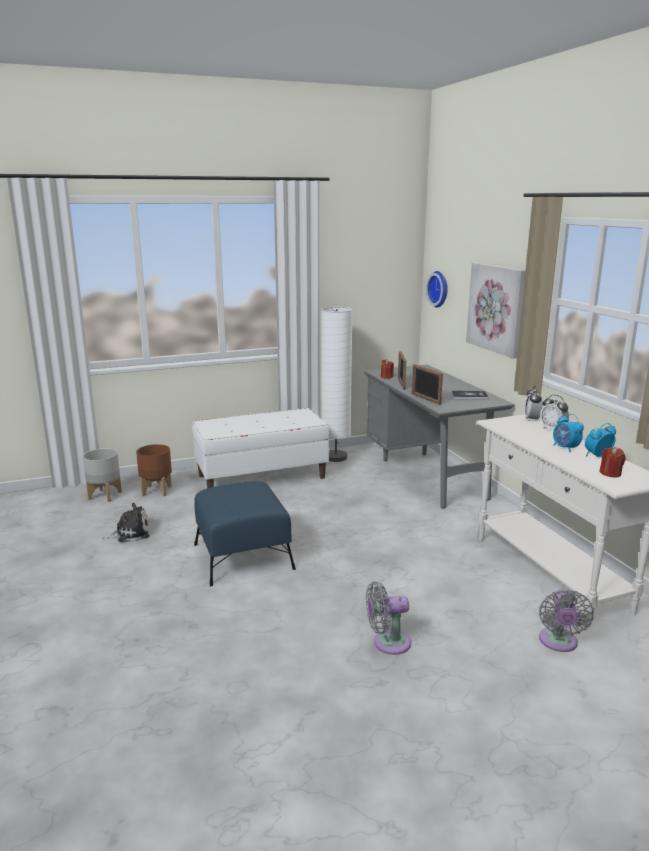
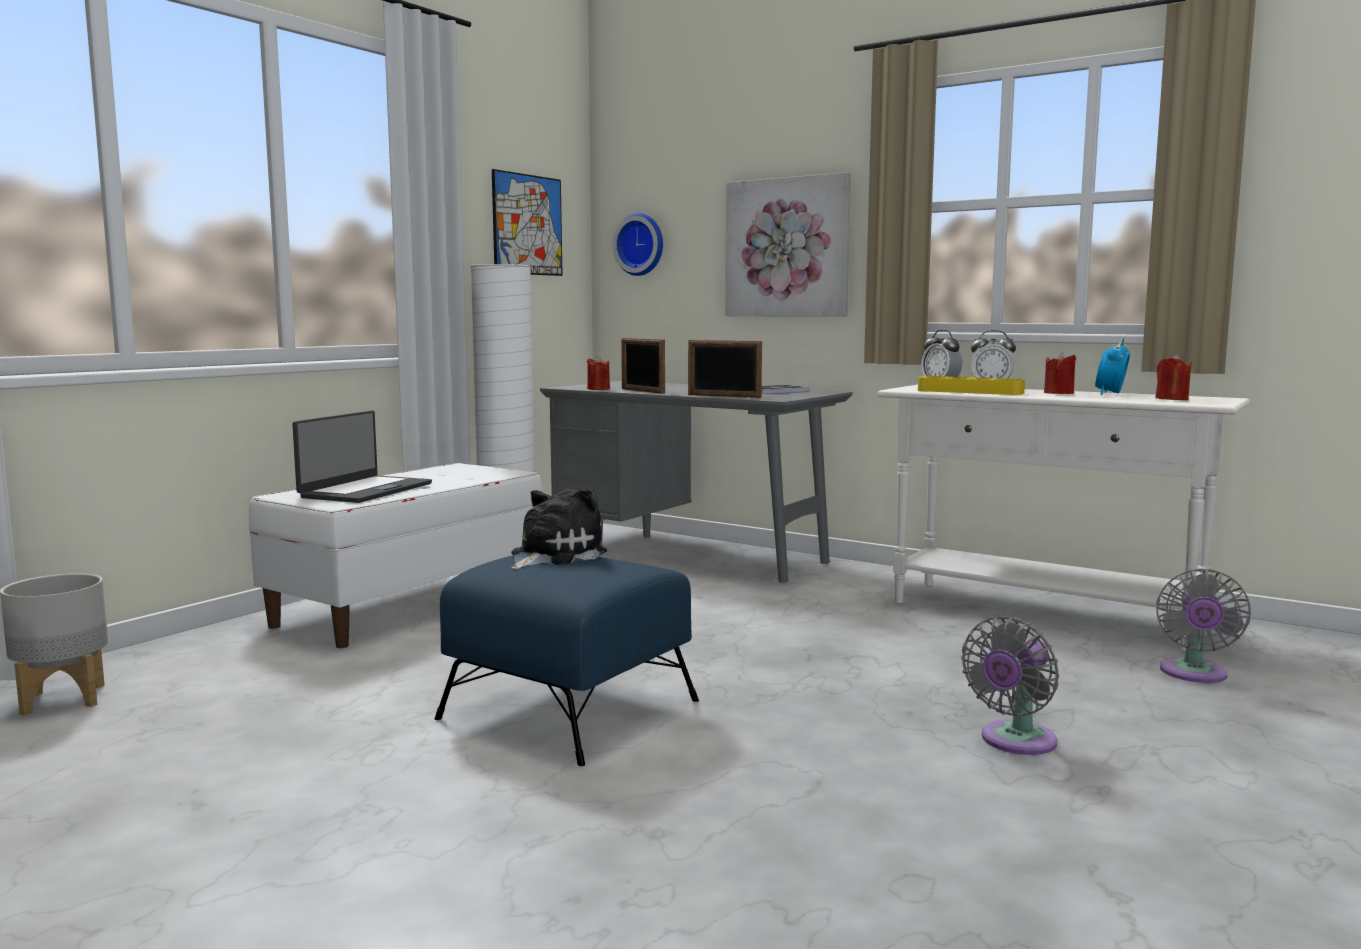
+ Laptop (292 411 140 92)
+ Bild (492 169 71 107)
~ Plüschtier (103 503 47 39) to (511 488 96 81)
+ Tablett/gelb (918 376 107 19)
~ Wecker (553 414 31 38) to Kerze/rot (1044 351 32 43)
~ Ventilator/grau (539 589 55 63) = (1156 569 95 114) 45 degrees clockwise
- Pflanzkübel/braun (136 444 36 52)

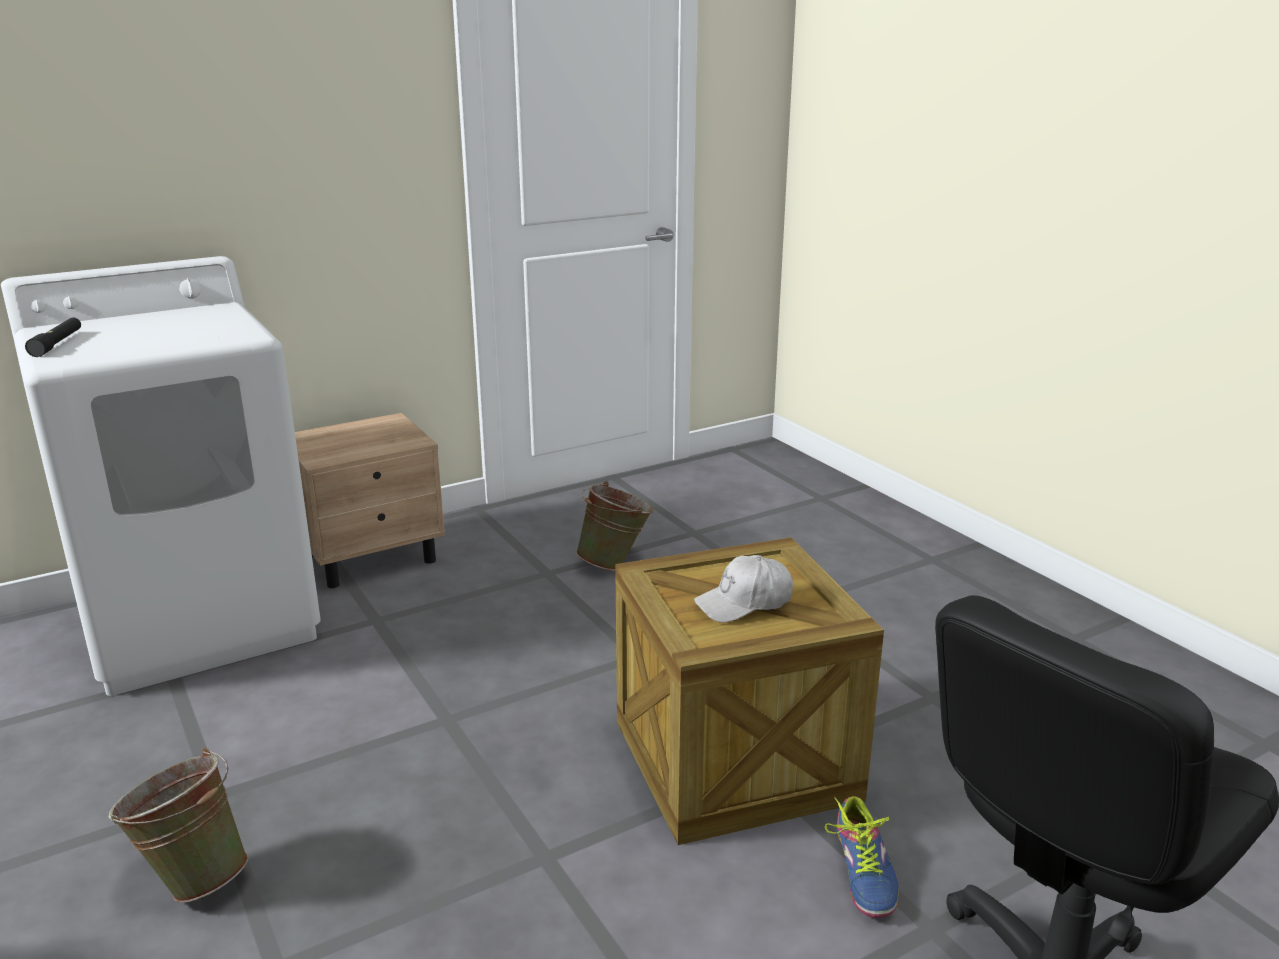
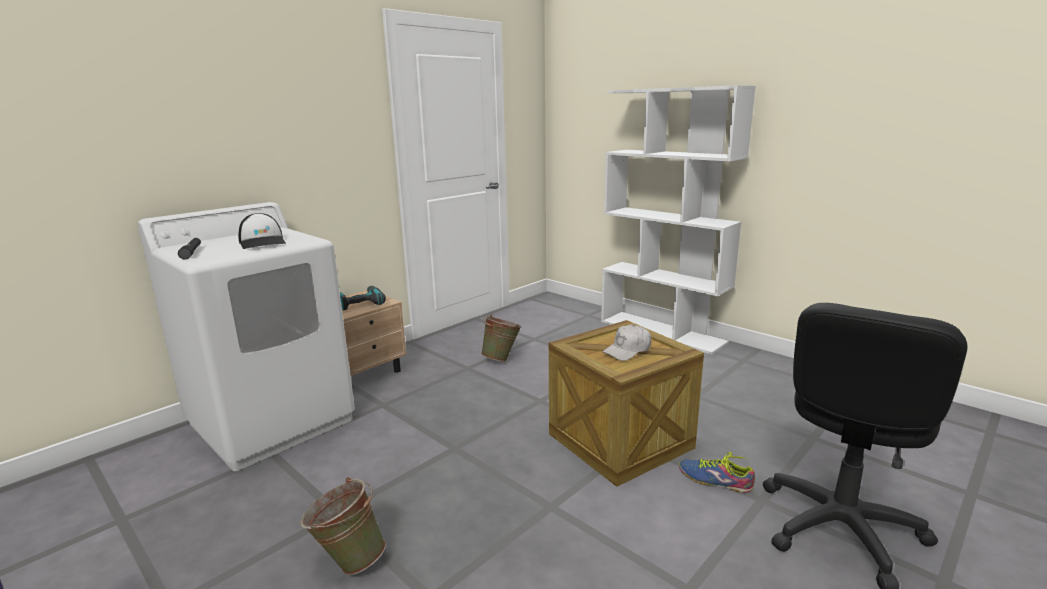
+ Kappe (238 213 48 36)
+ Bohrmaschine (340 286 46 24)
+ Bücherregal/weiß (601 85 155 270)
~ Schuh (825 796 74 122) = (679 452 76 41) 135 degrees clockwise

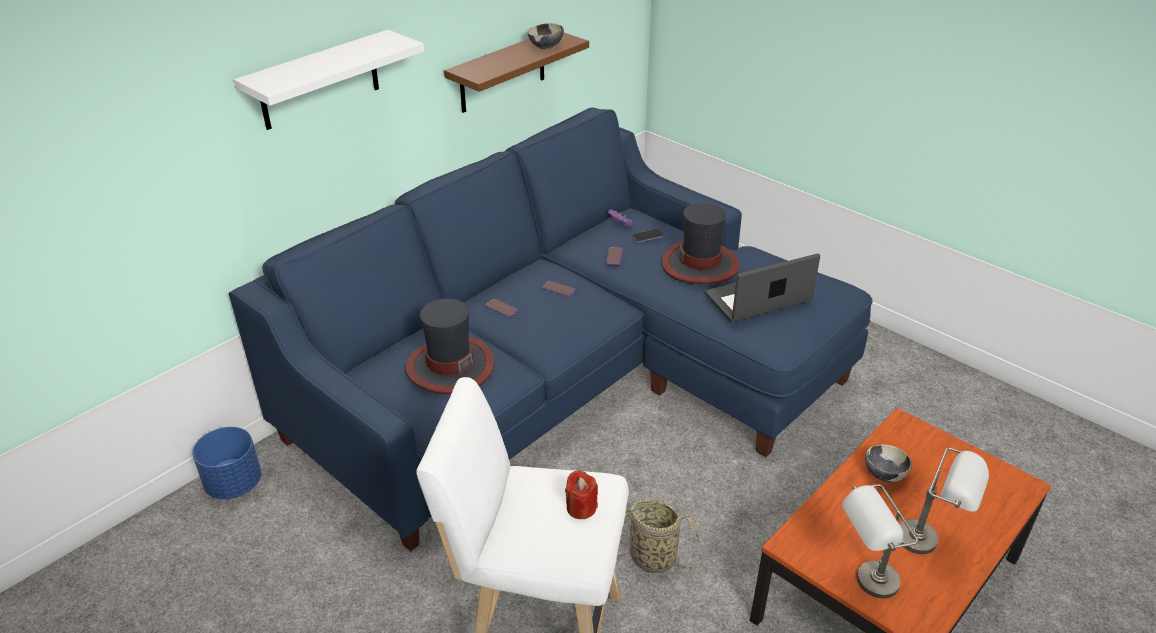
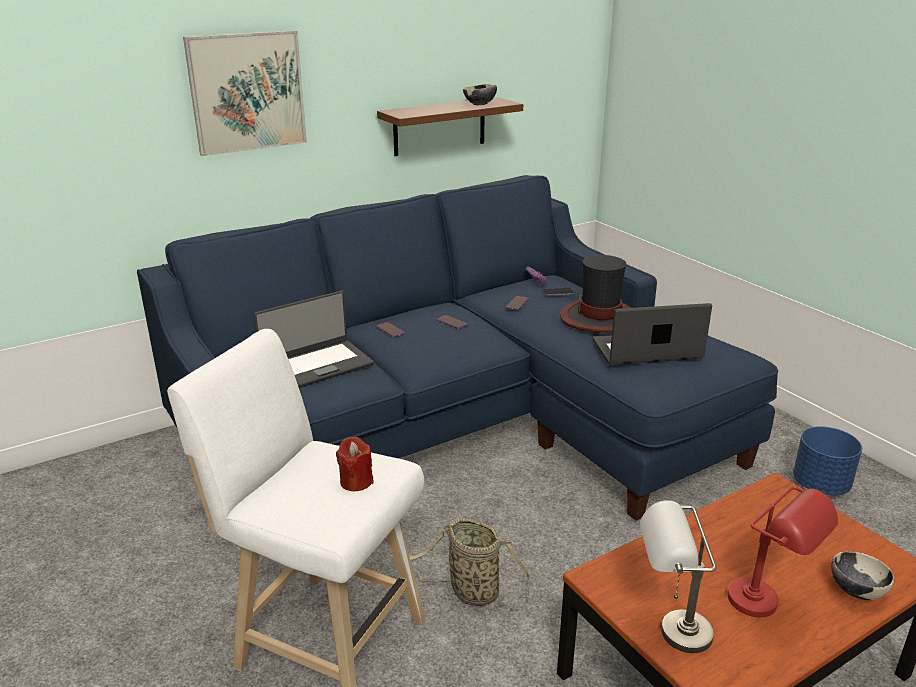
~ Wandregal/weiß (234 30 190 100) to Bild (183 30 124 126)
~ Hut (405 299 90 96) to Laptop (254 291 120 97)
~ Tischlampe/grau (900 447 89 107) to Tischlampe/rot (727 486 111 131)
~ Pflanzkübel/blau (192 427 69 72) to (793 426 69 69)
~ Schüssel (865 444 47 38) to (831 551 64 49)

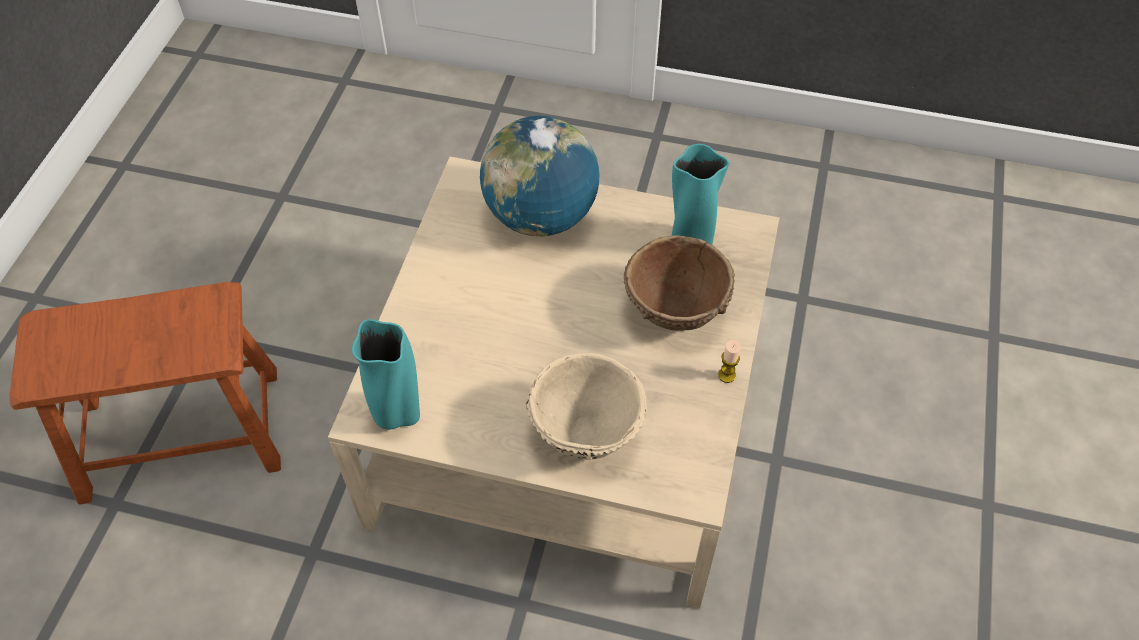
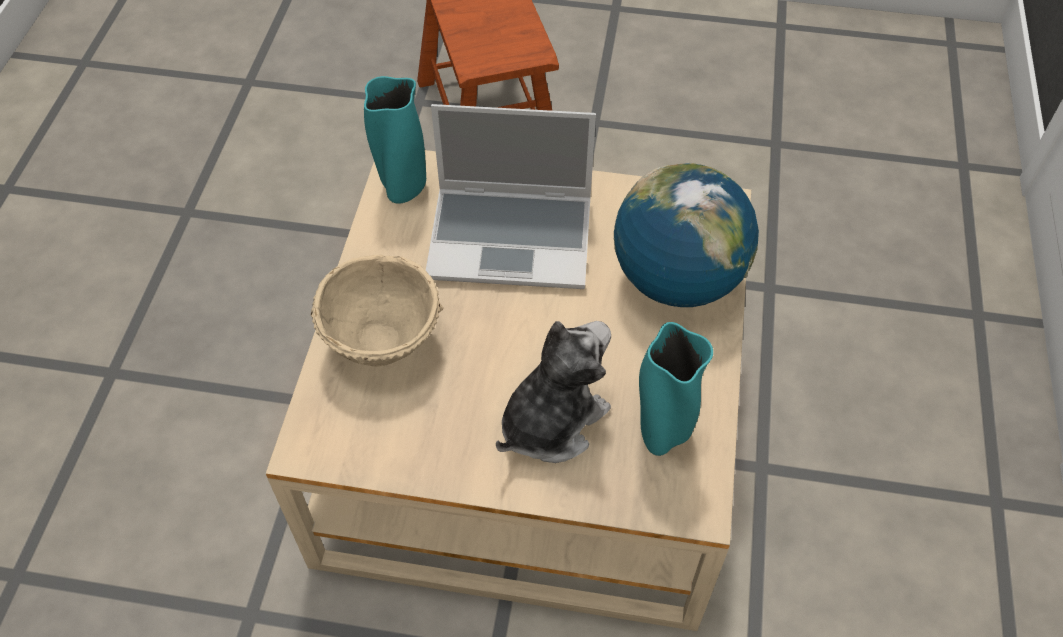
+ Laptop (426 104 170 185)
~ Schüssel/braun (624 235 111 96) to Plüschtier (496 321 115 142)
- Kerze (718 340 22 43)

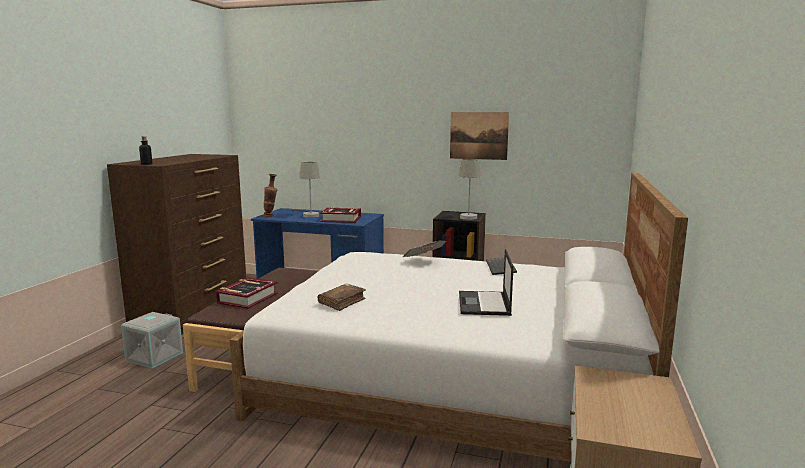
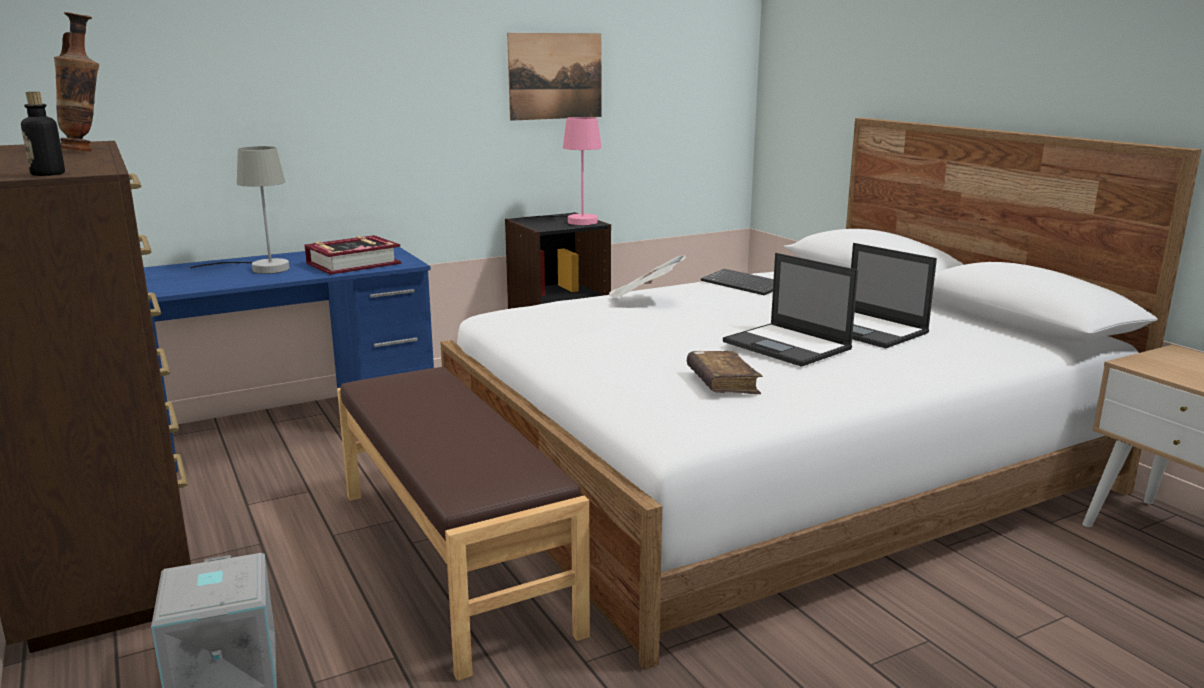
~ Vase (263 174 14 43) to (54 12 45 139)
~ Tischlampe/grau (444 159 37 61) to Tischlampe/rosa (515 117 87 108)
+ Laptop (723 253 135 114)
- Buch (216 277 62 32)

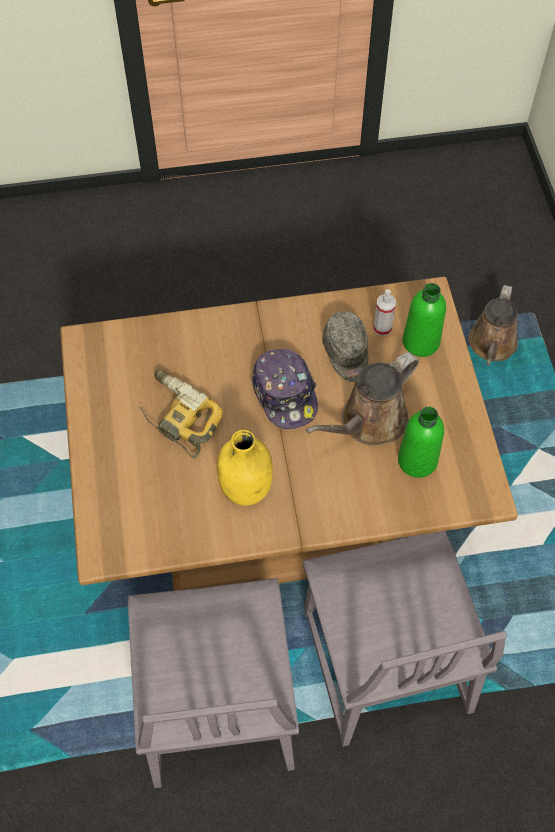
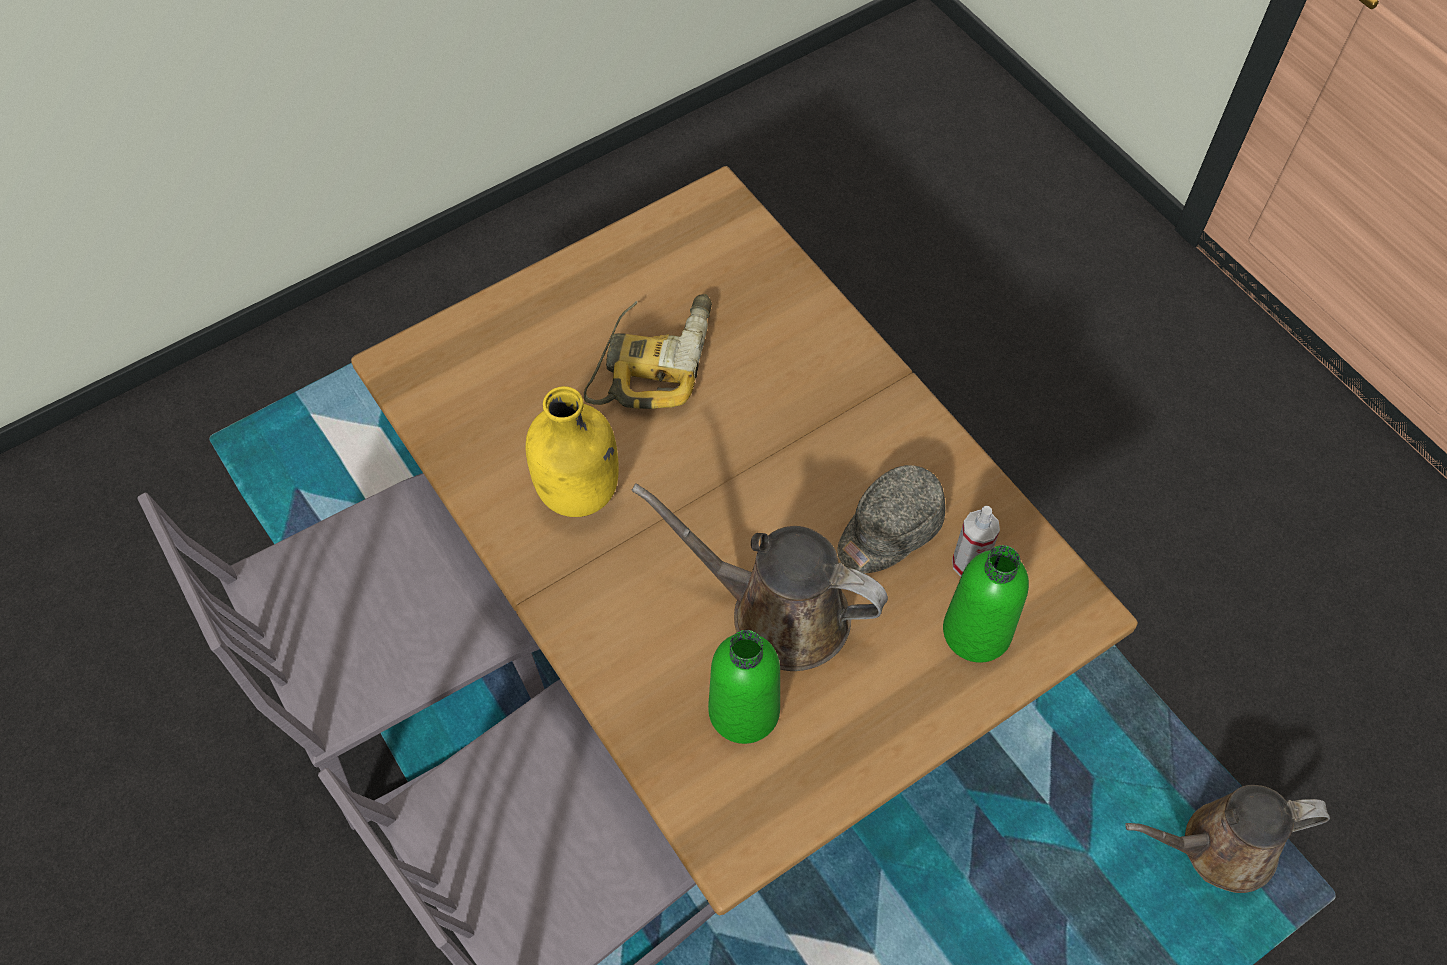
- Kappe (251 349 67 80)

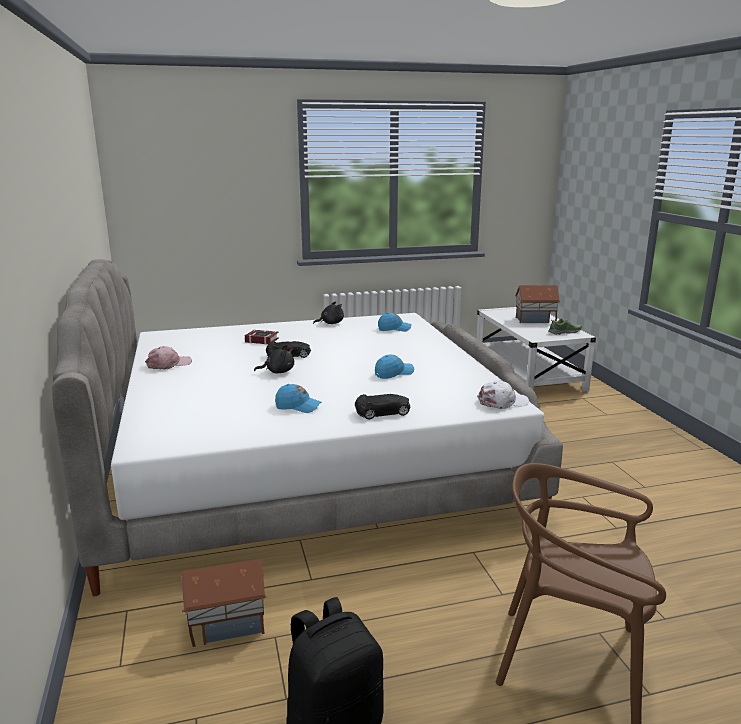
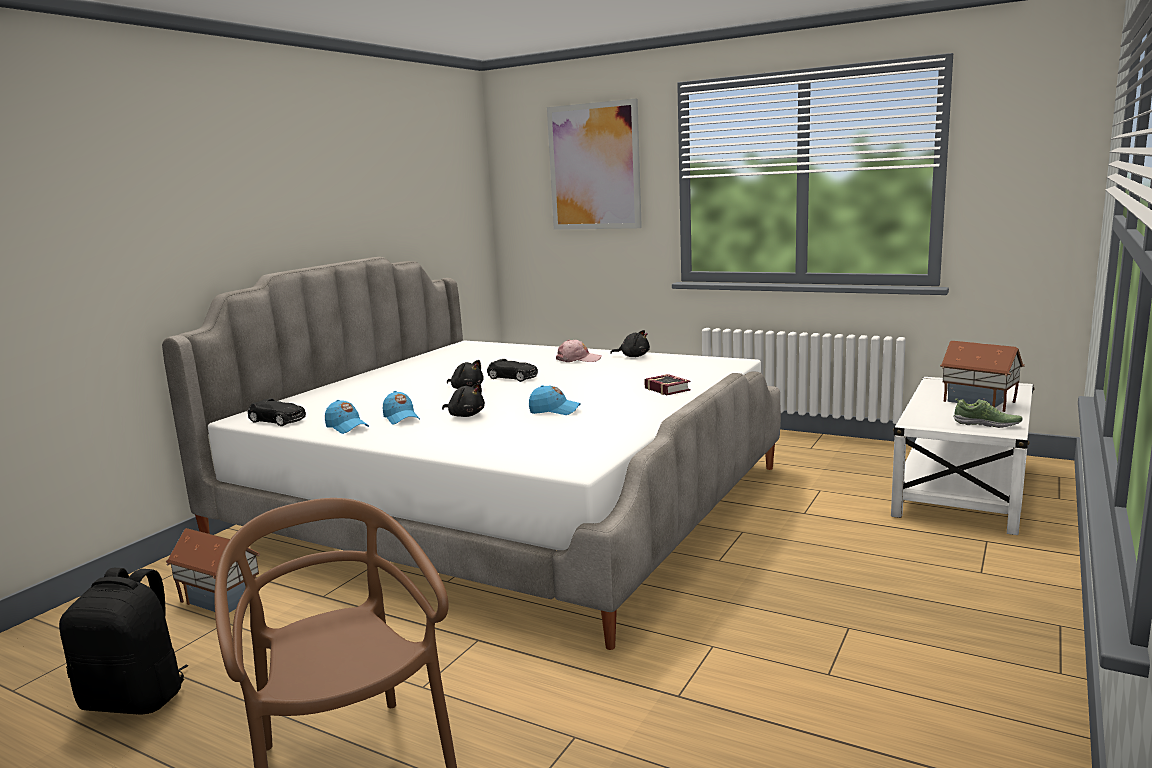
~ Spielzeugauto/schwarz (355 394 56 26) to (248 398 58 28)
~ Kappe/blau (378 313 33 19) to (325 400 44 34)
+ Plüschtier/schwarz (442 383 43 34)
+ Bild (547 99 95 131)
~ Kappe/rosa (145 346 47 23) to (556 340 46 22)
~ Buch (245 330 34 15) to (644 374 47 21)
- Kappe/weiß (477 380 52 29)

